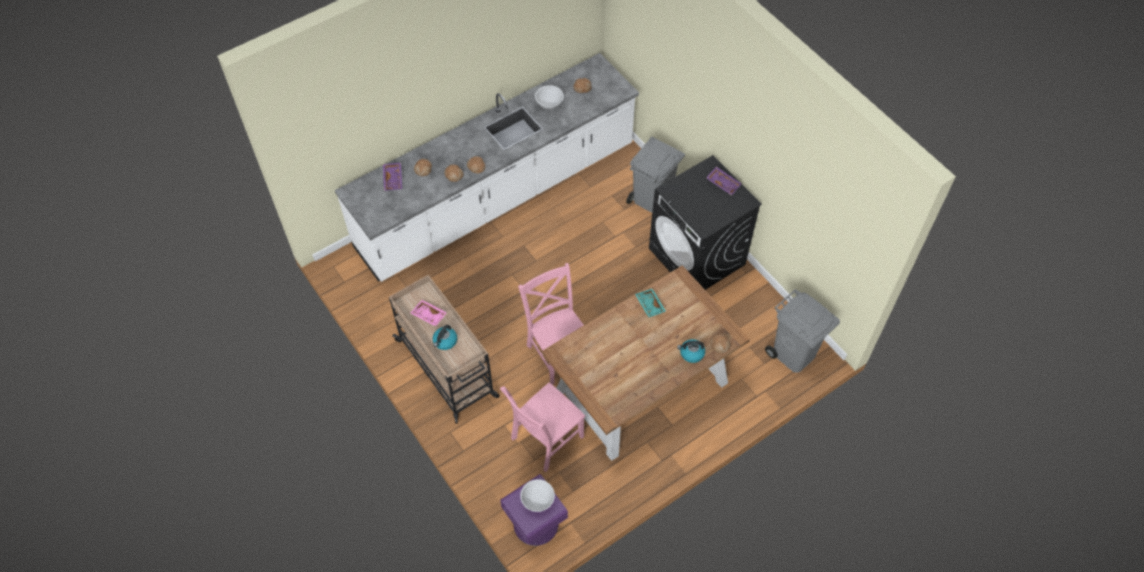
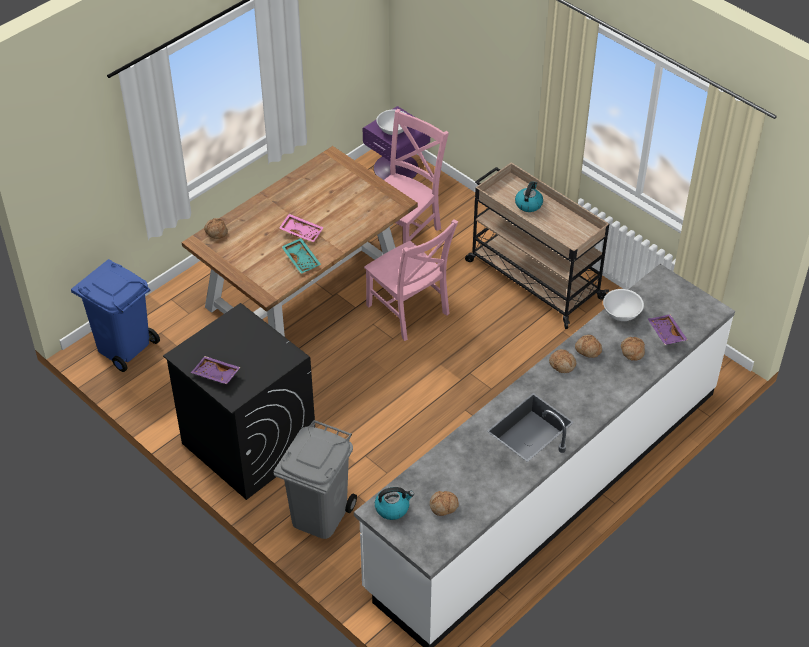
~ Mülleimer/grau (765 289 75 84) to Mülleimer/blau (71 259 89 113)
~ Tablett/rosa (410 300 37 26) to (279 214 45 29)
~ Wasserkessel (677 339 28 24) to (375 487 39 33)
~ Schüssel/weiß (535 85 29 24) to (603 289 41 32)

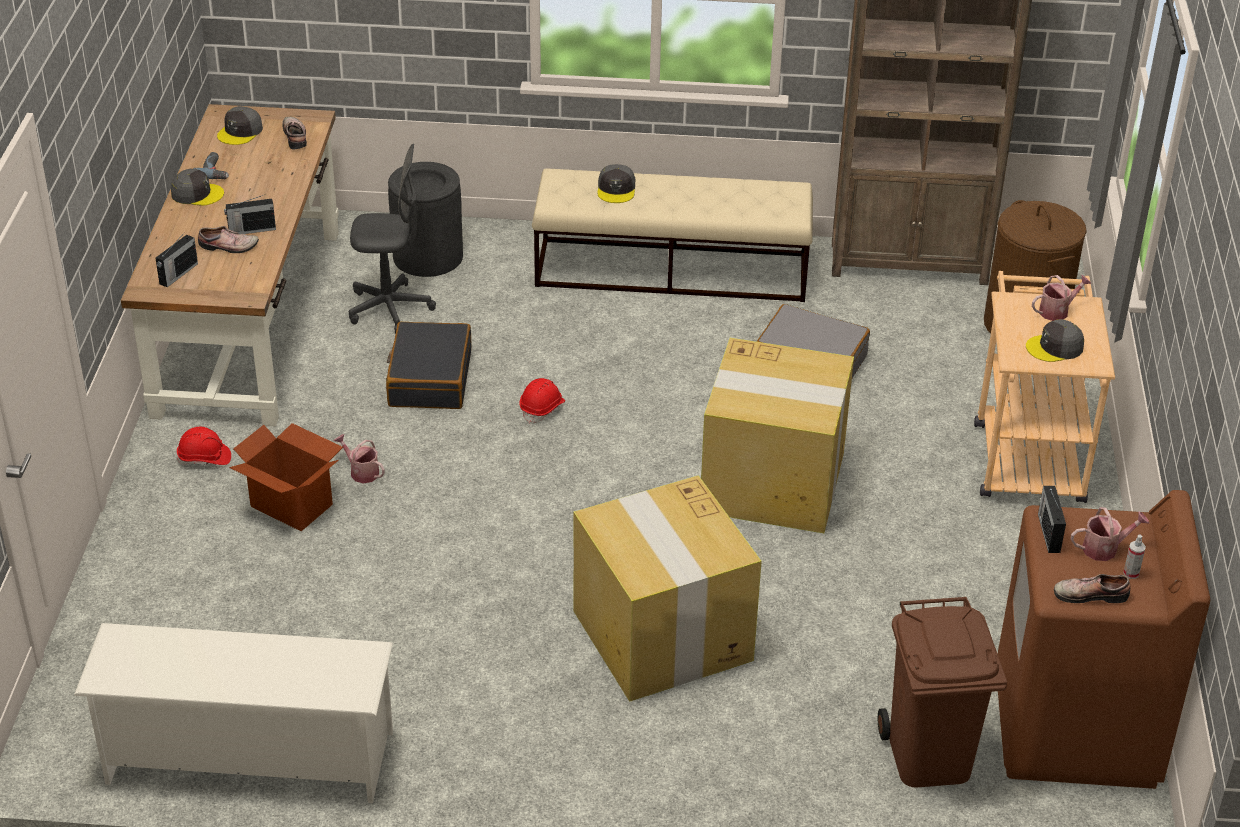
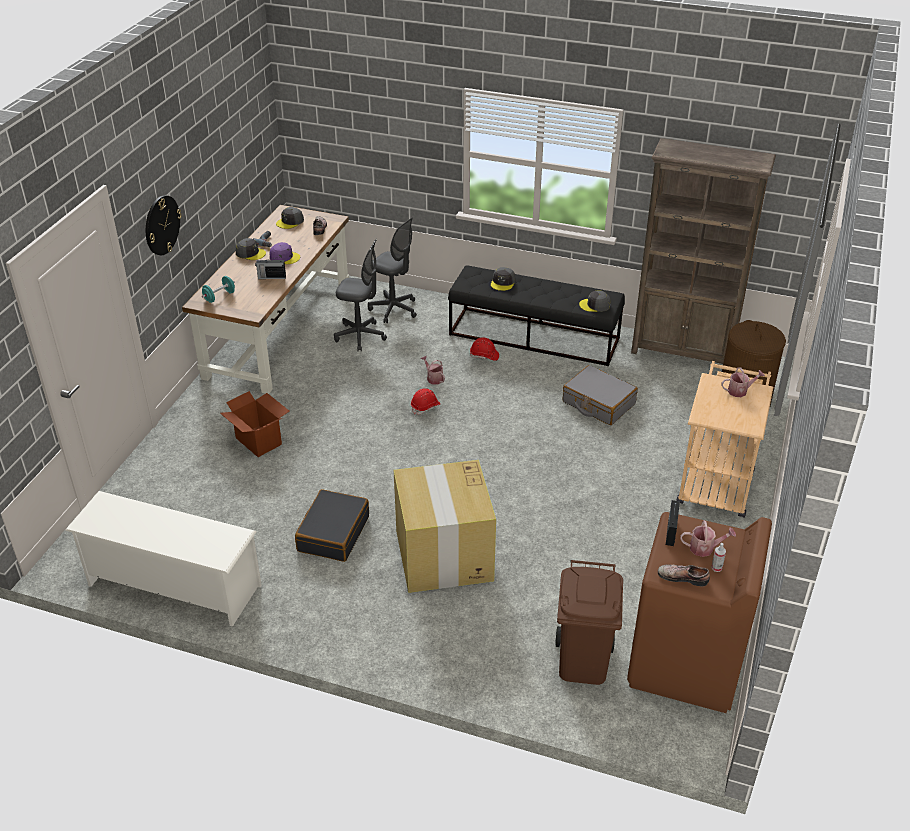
+ Wanduhr (146 195 36 60)
~ Radio (155 232 43 55) to Hantel/türkis (202 276 33 27)
+ Kappe/lila (269 242 31 22)
~ Koffer/schwarz (386 322 86 87) to (295 489 74 73)
~ Mülleimer/schwarz (388 162 75 115) to Bürostuhl/grau (368 218 49 105)
~ Gießkanne (334 434 51 49) to (421 356 24 29)
~ Bank/beige (532 169 281 133) to Bank/schwarz (448 265 177 101)
~ Schutzhelm/rot (177 427 54 38) to (470 337 29 24)
~ Kappe/grau (1026 319 58 43) to (579 290 31 22)
- Schuh (198 226 61 27)
- Karton (701 338 153 195)

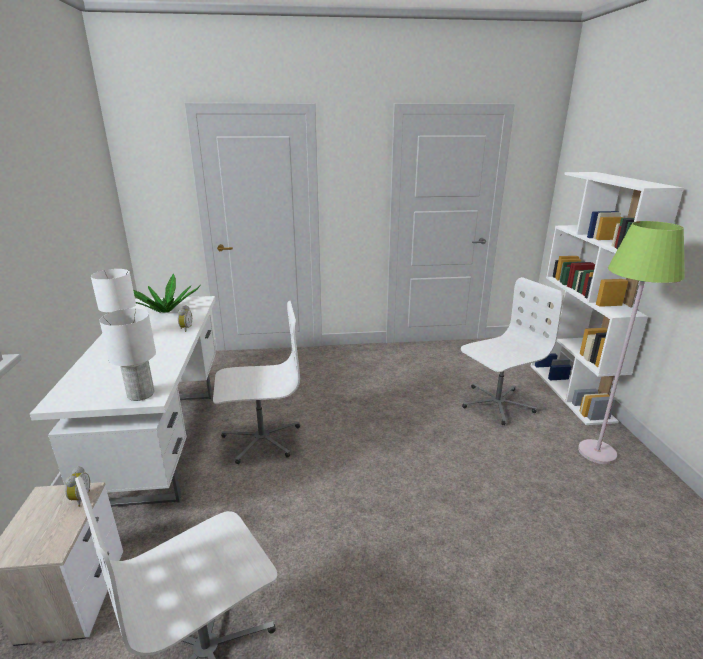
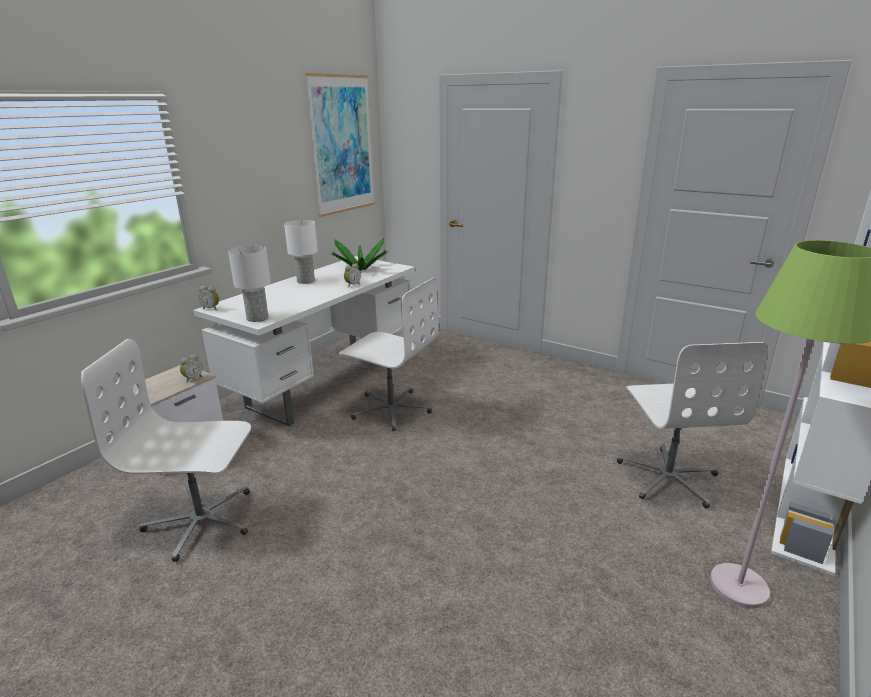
+ Wecker (199 286 20 24)
+ Bild (305 73 70 144)
~ Bürostuhl/weiß (461 277 102 148) = (617 342 151 166) 75 degrees clockwise

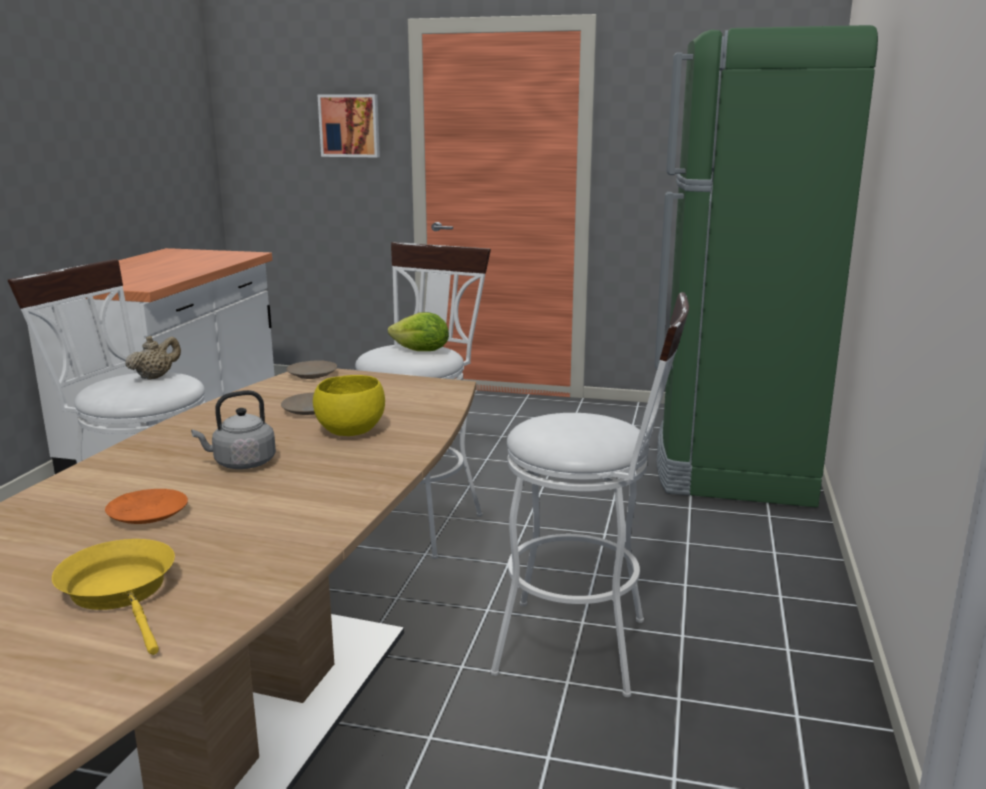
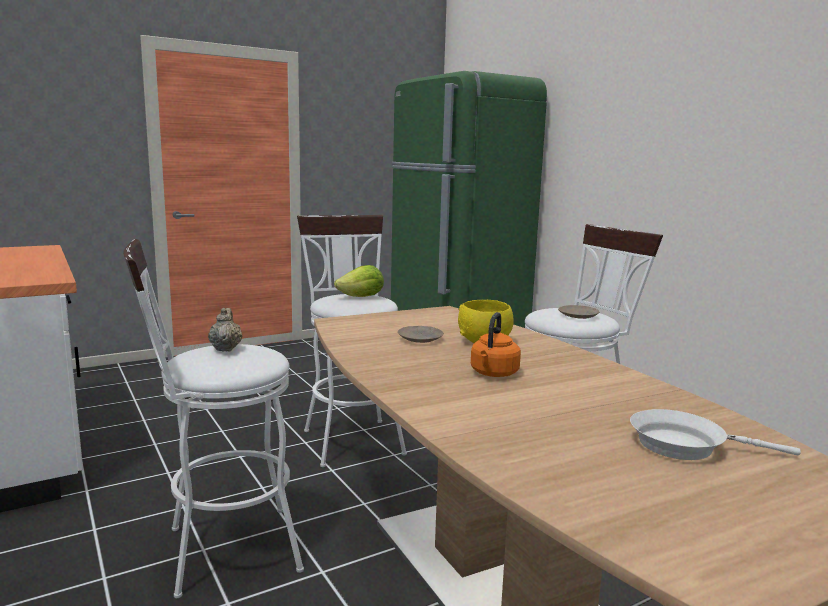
~ Wasserkessel/grau (191 390 85 79) to Wasserkessel/orange (471 312 50 65)
~ Teller/beige (286 361 51 18) to (558 305 41 14)
~ Pfanne/gelb (52 539 123 116) to Pfanne/weiß (630 409 171 51)
- Teller/orange (105 489 83 35)
- Bild (318 94 62 63)

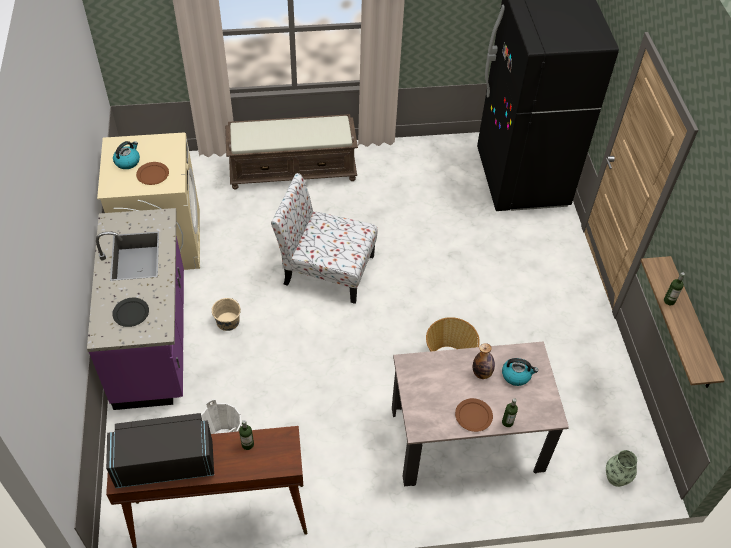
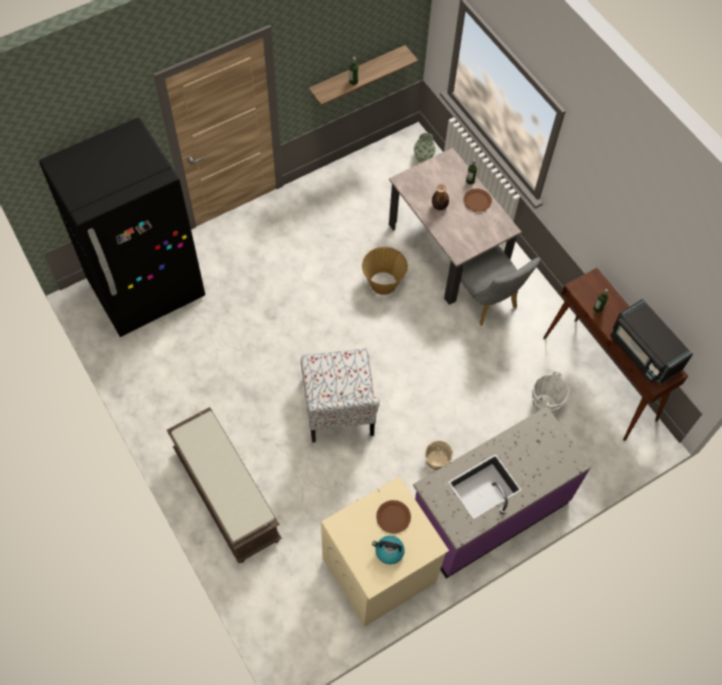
+ Stuhl/grau (461 245 79 81)
- Teller/schwarz (112 298 37 29)
- Wasserkessel (502 358 36 28)

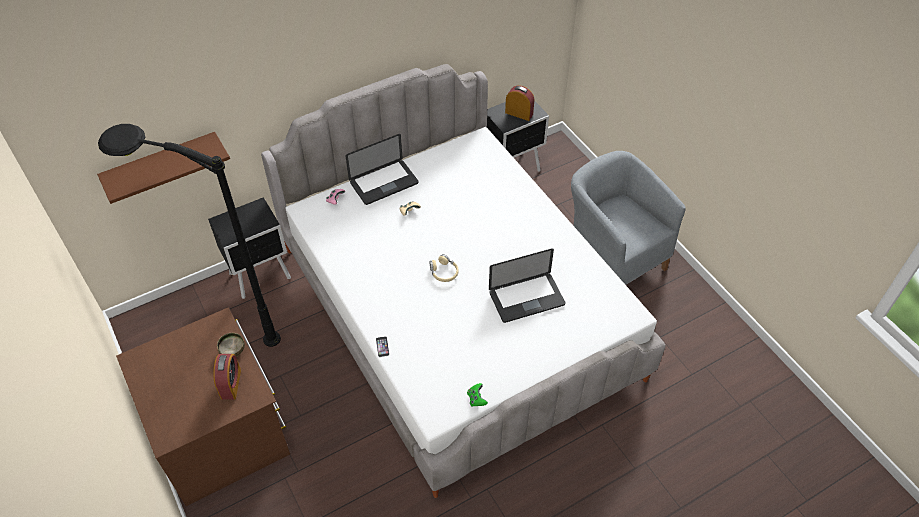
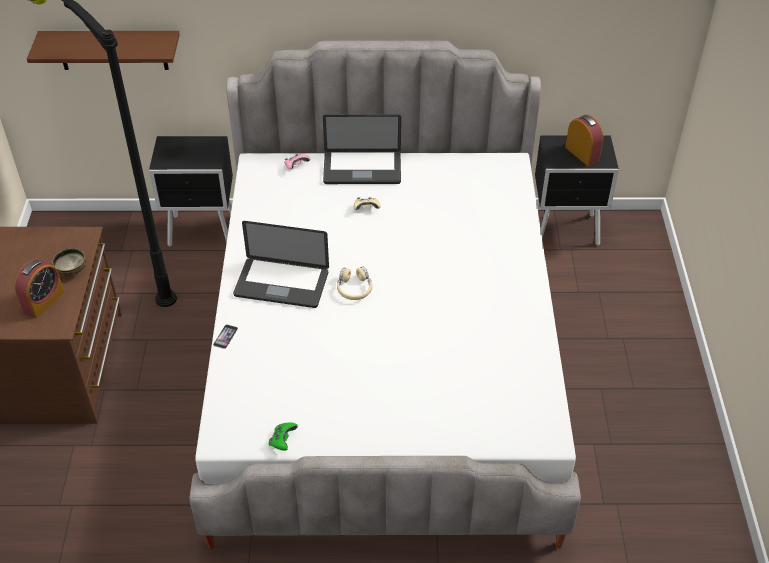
~ Laptop (489 248 76 75) to (233 221 96 87)
- Sessel/grau (571 151 115 134)

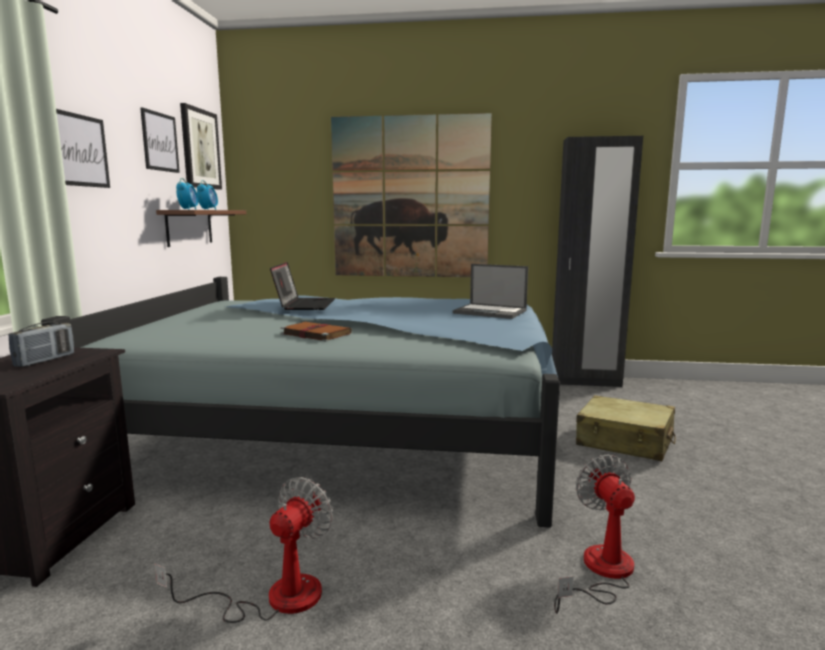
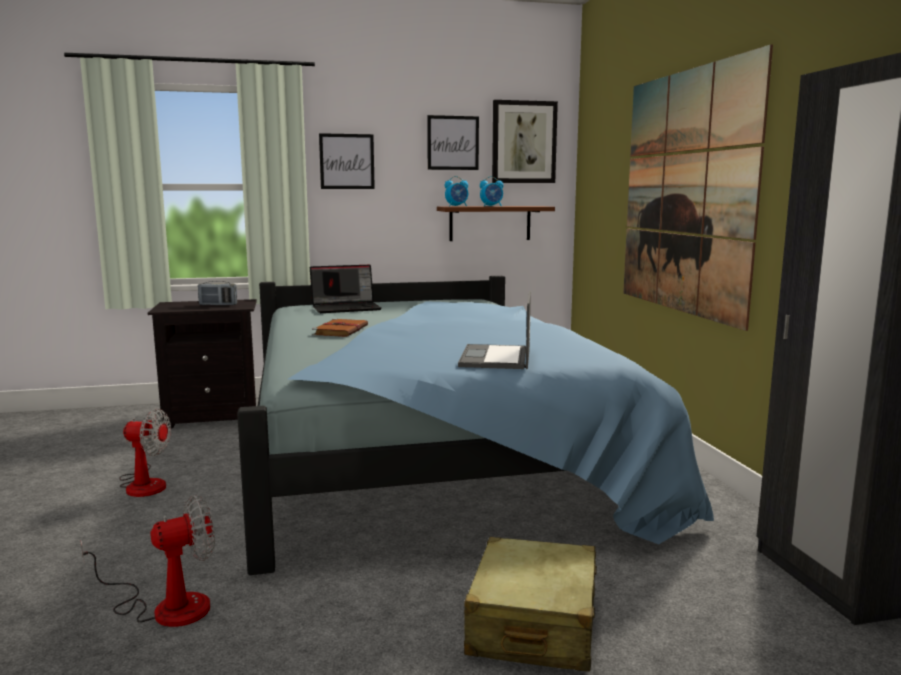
~ Laptop (270 262 65 48) to (310 265 72 48)

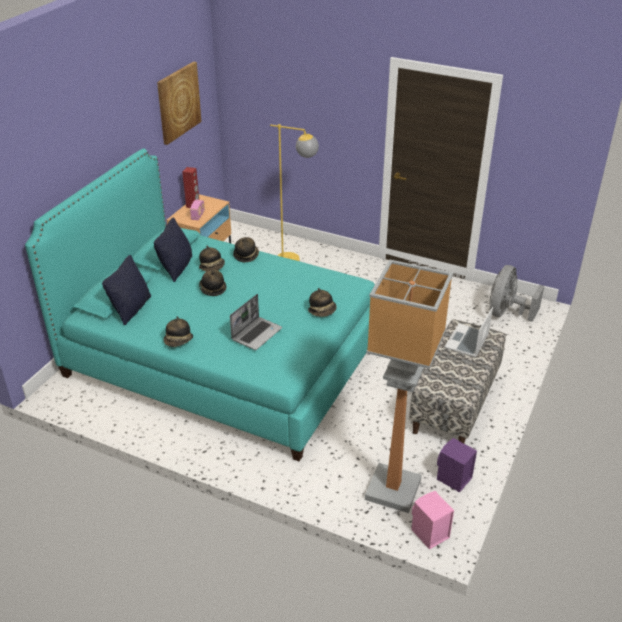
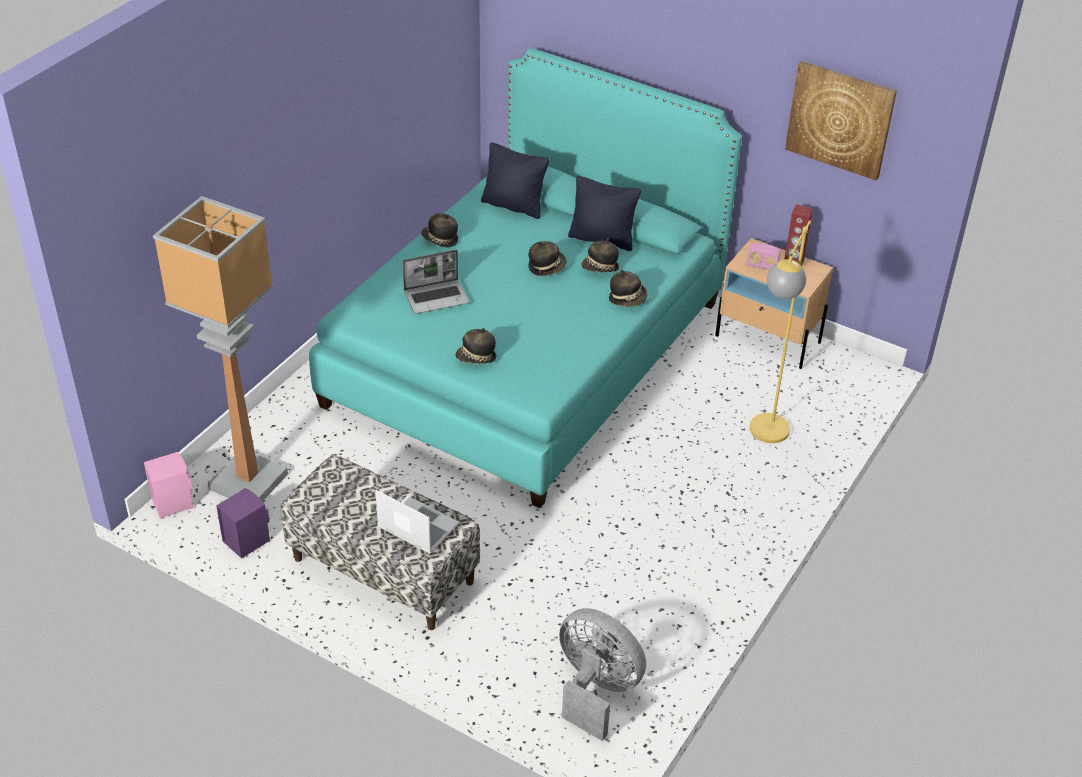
~ Laptop (230 294 52 56) = (402 250 67 64) 60 degrees counterclockwise

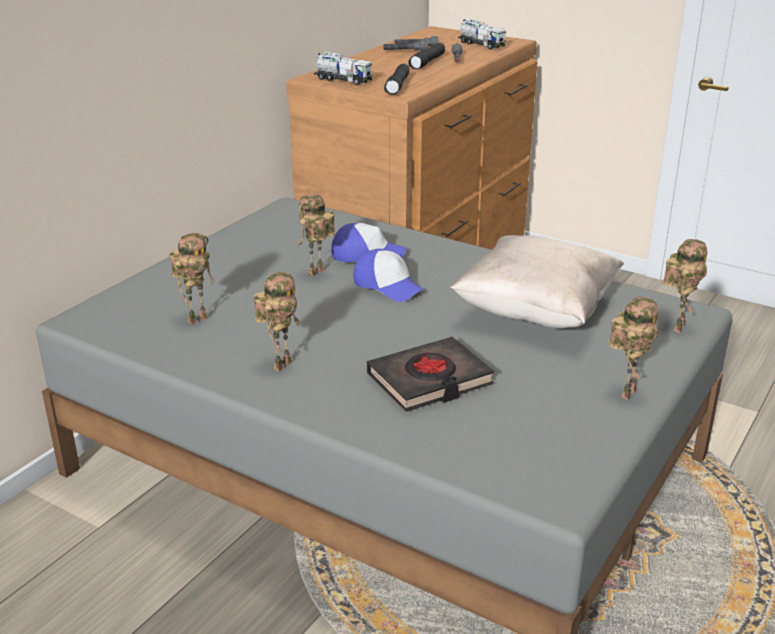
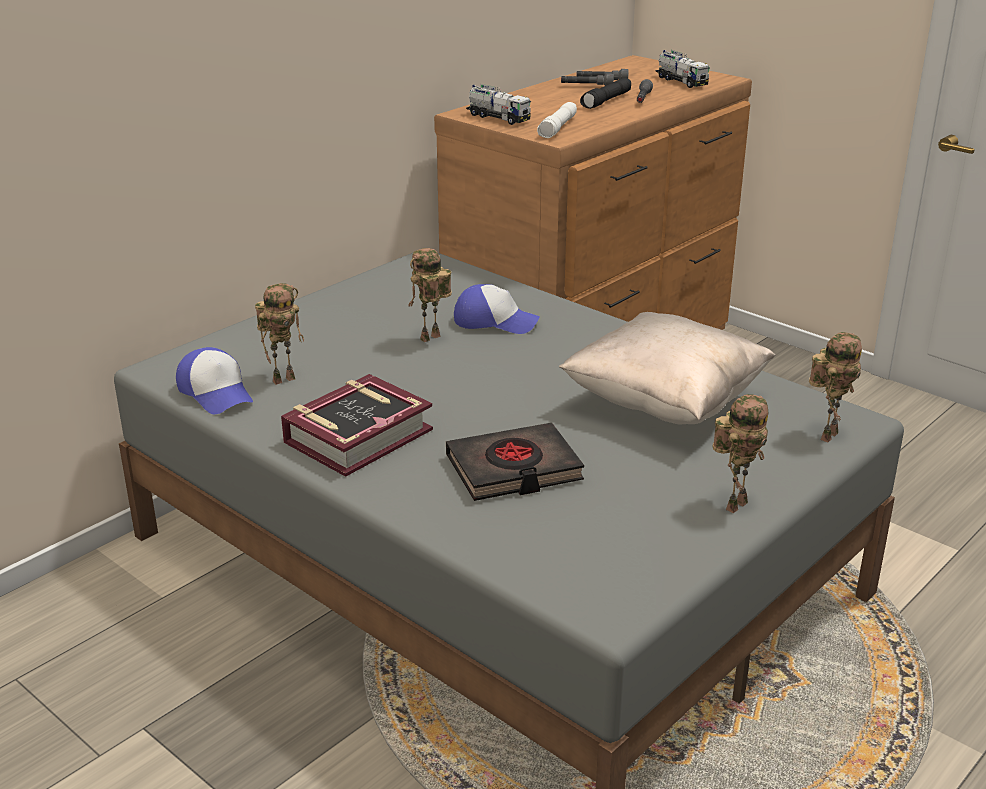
~ Kappe (353 249 72 53) to (176 347 77 67)
~ Spielzeugroboter (253 272 47 100) to Buch (281 374 152 103)
~ Taschenlampe/schwarz (384 64 26 30) to Taschenlampe/weiß (537 102 40 36)

